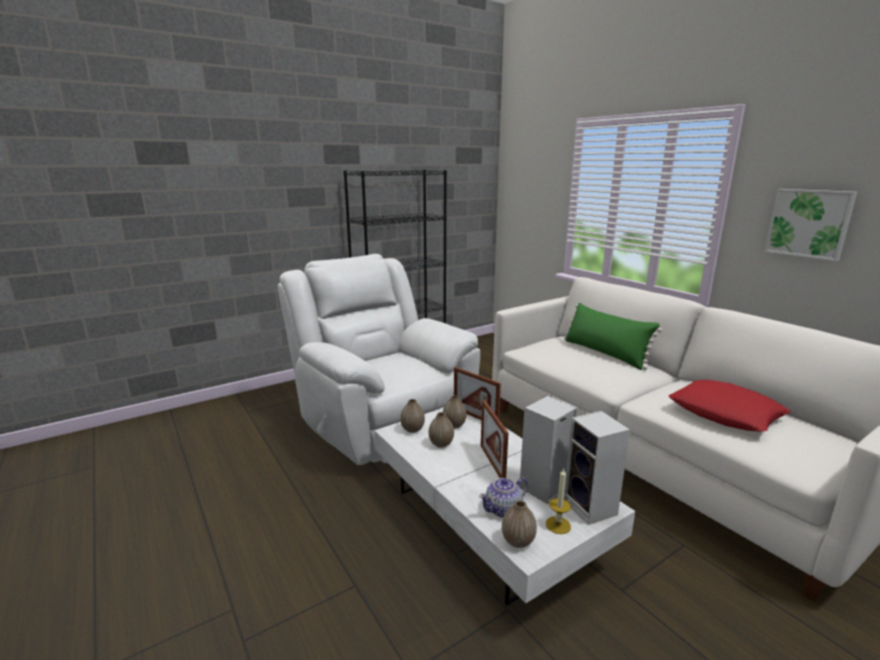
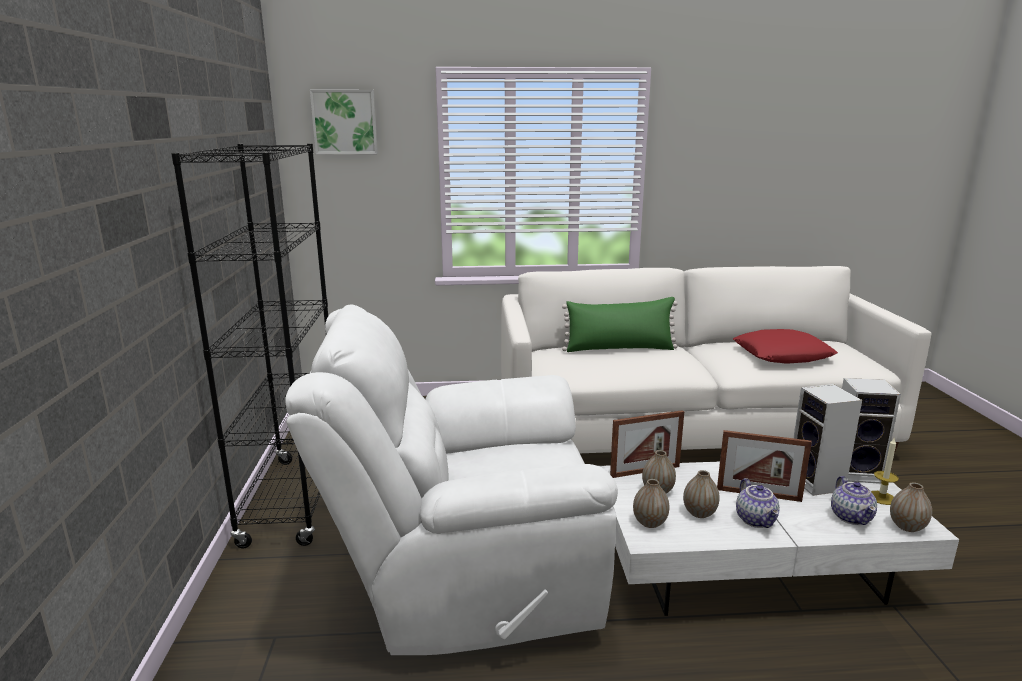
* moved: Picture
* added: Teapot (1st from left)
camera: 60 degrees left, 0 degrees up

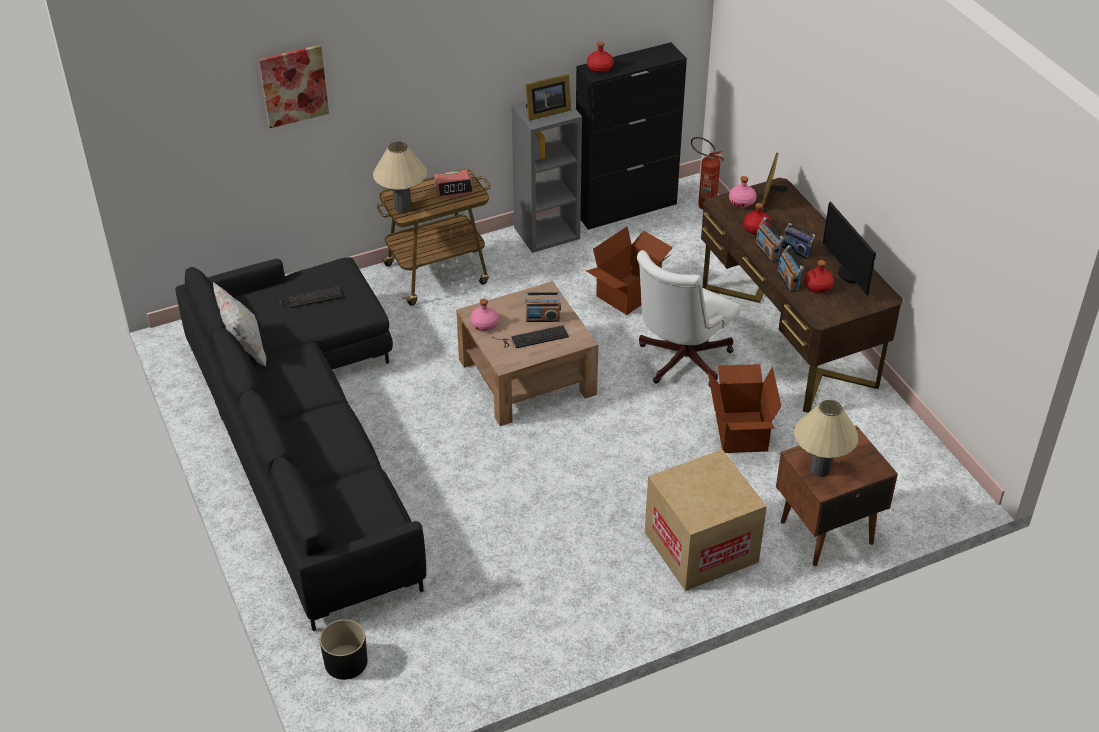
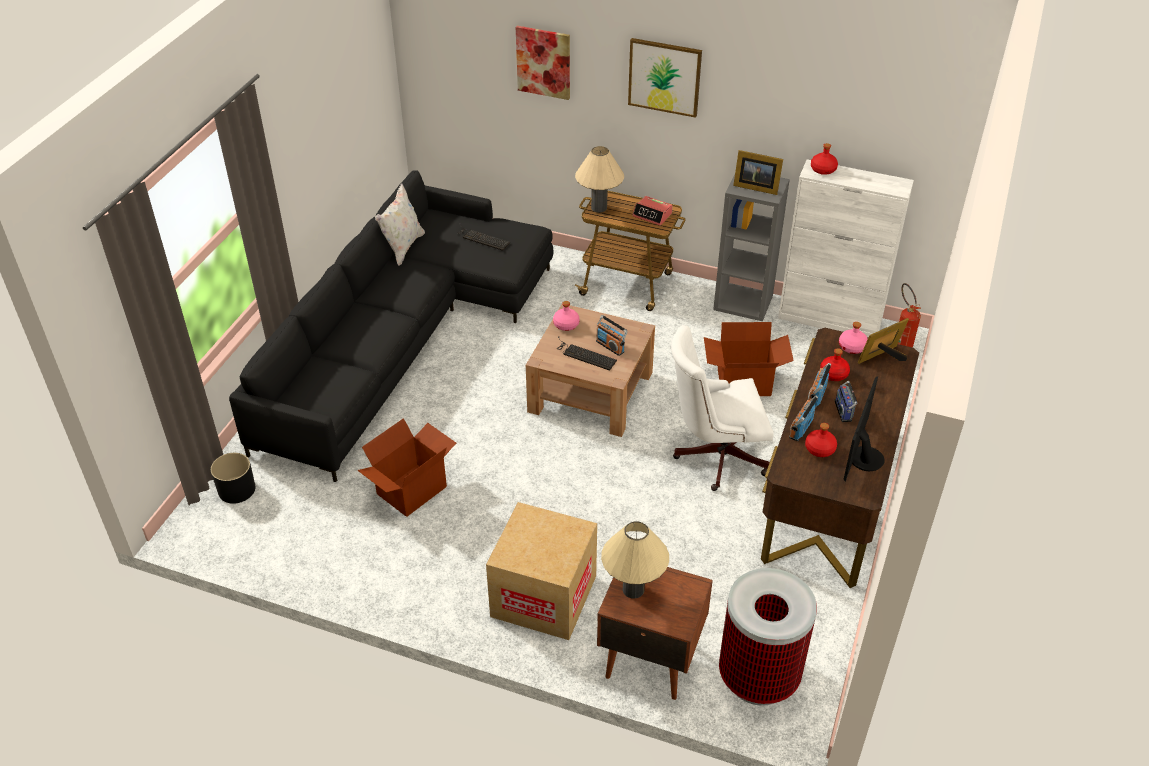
* recoloured: BlackCabinet to WhiteCabinet
* moved: CardboardBox (3rd from left in the first image) to CardboardBox (1st from left)
* added: Picture (2nd from left)
* added: TrashCan
camera: 45 degrees right, 0 degrees up

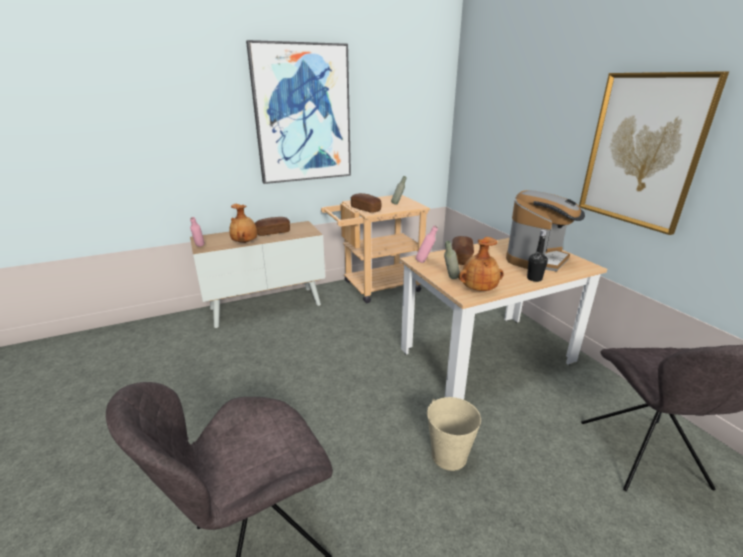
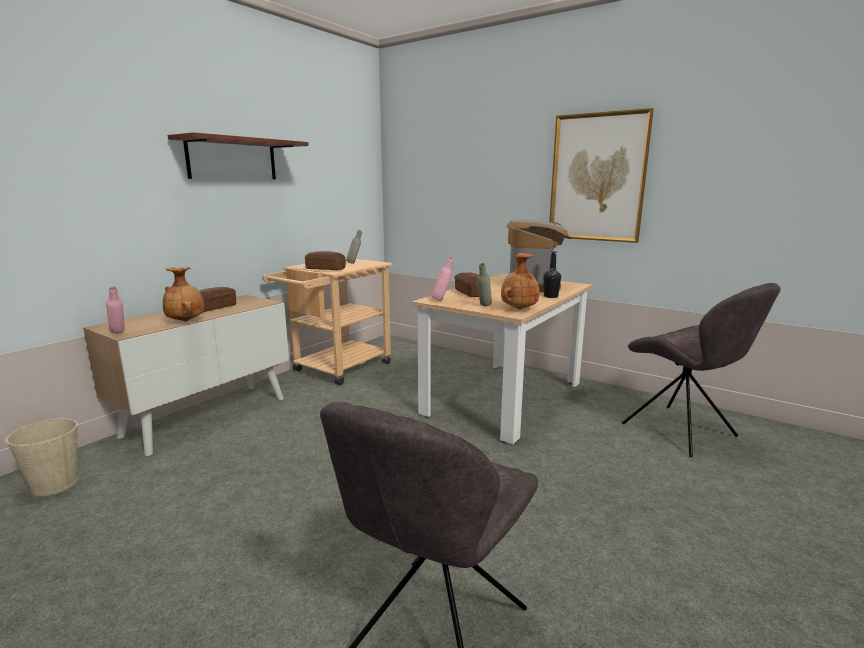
* replaced: Picture (1st from left) to Shelf
* moved: BeigeBucket
camera: 30 degrees left, 10 degrees down

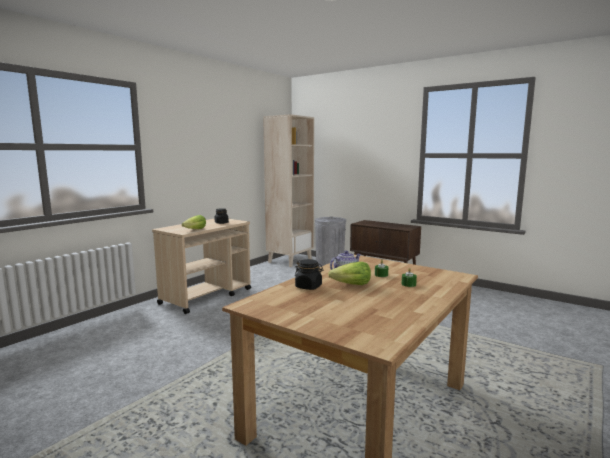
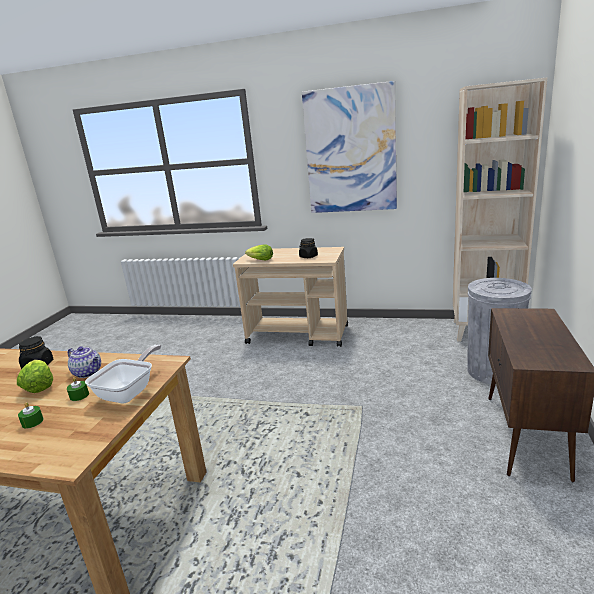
* added: FryingPan
* added: Picture
camera: 70 degrees right, 10 degrees up

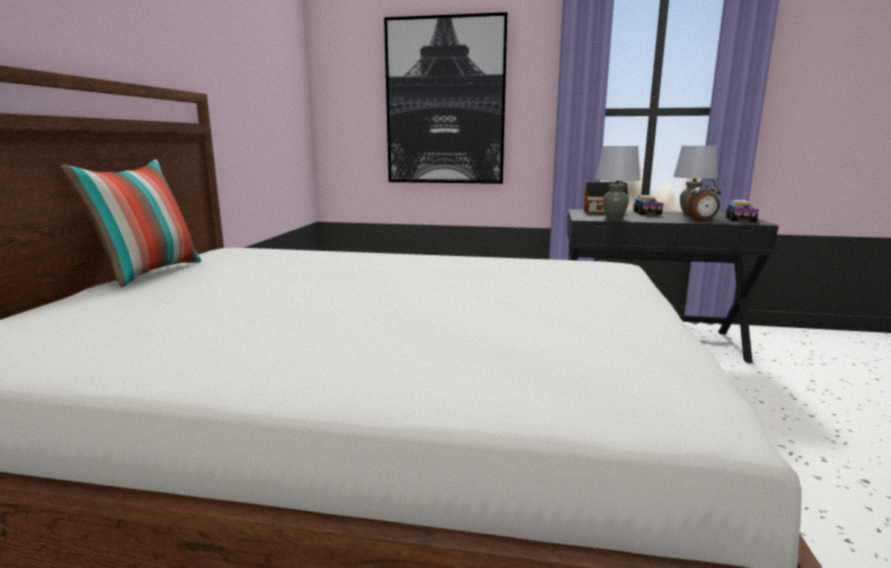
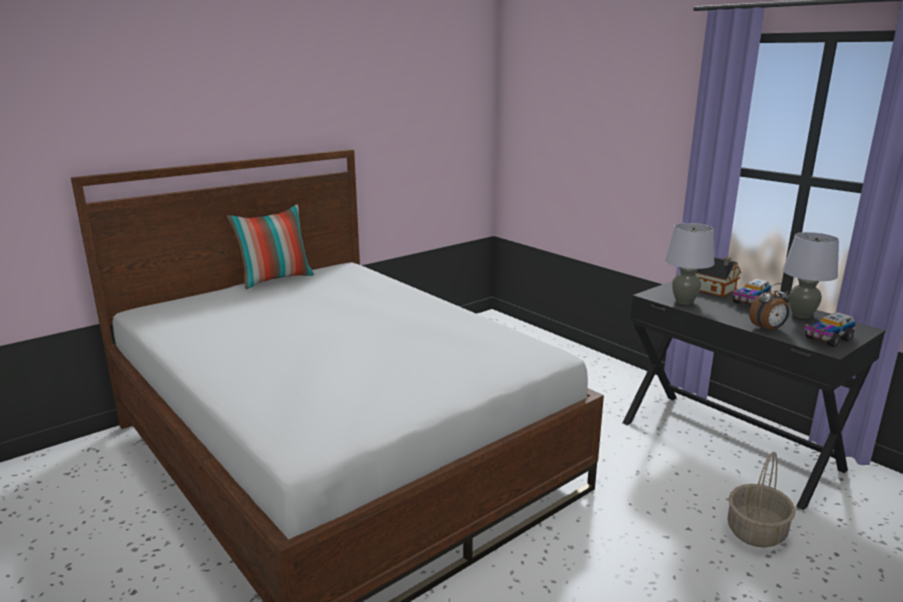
* removed: Picture
* turned: AlarmClock 60 degrees counterclockwise
* added: Basket
camera: 40 degrees right, 5 degrees up

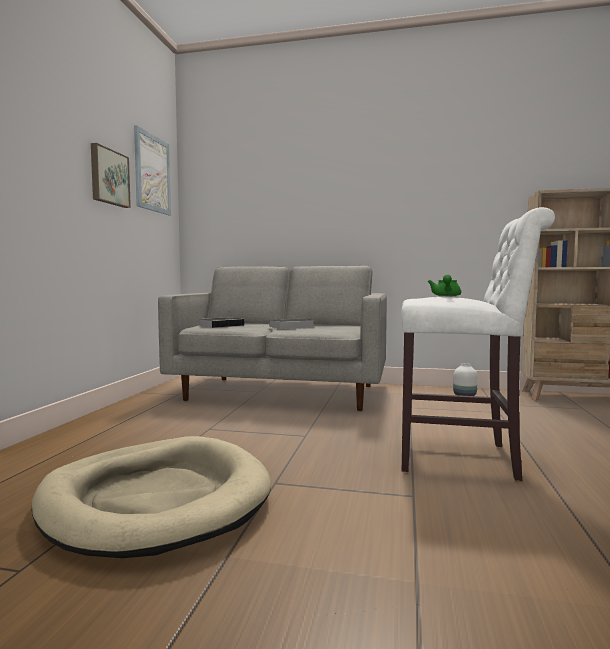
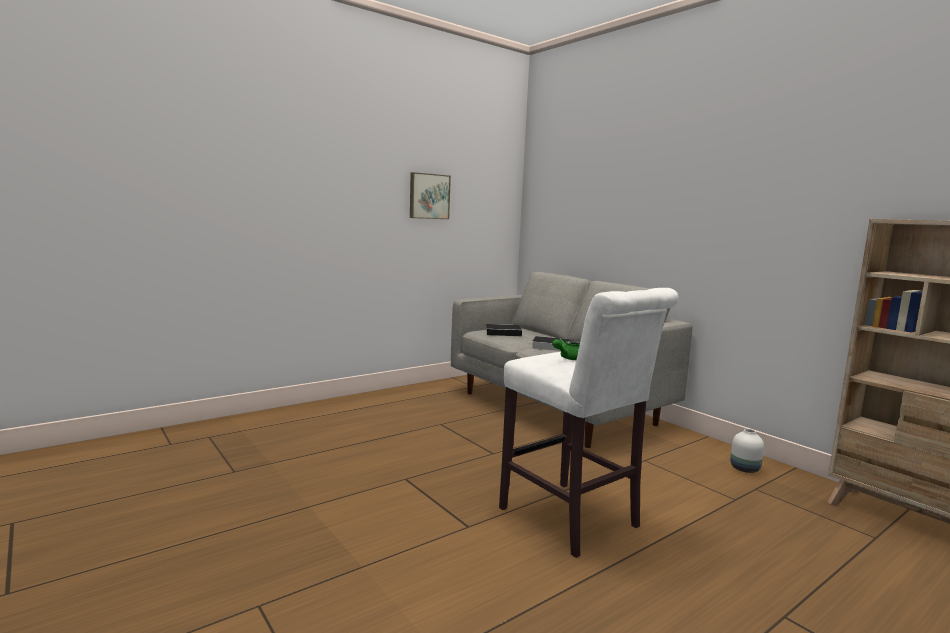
* removed: BeigeDogBed
* removed: Picture (2nd from left)
camera: 40 degrees right, 5 degrees up

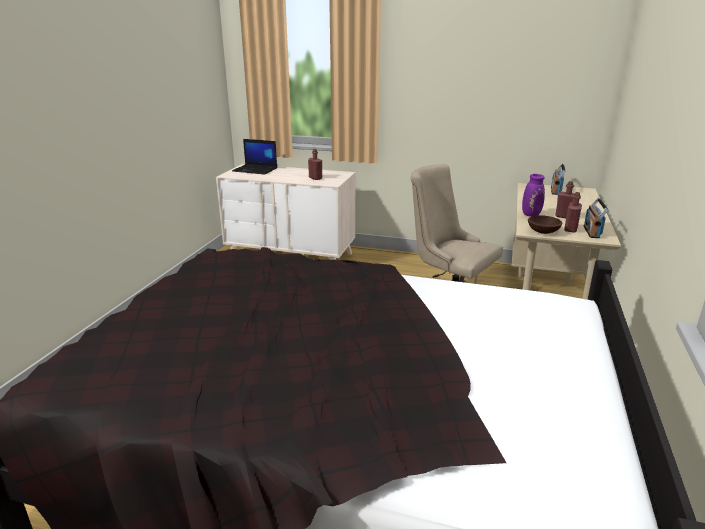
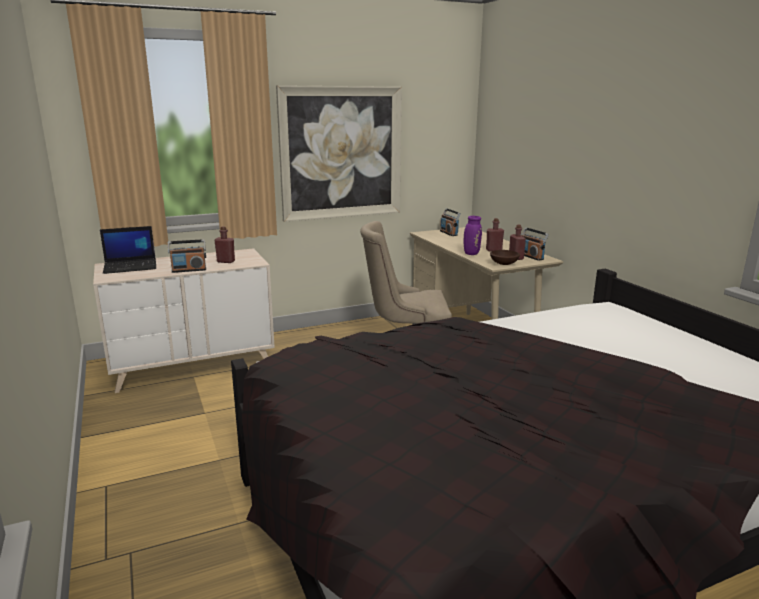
* added: Radio (1st from left)
* added: Picture
camera: 40 degrees left, 5 degrees down

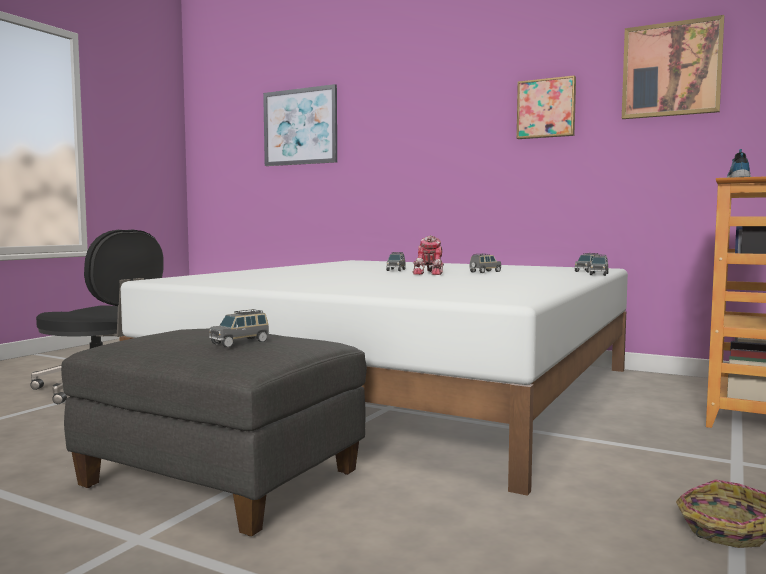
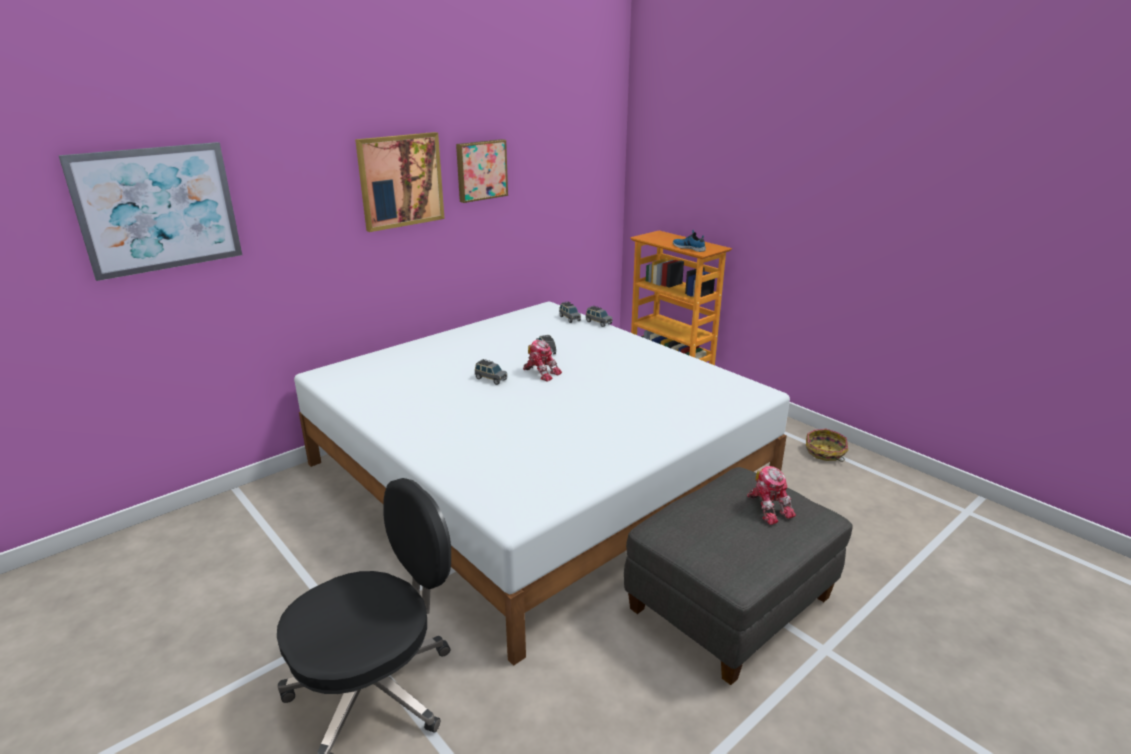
* replaced: GreyToyCar (1st from left) to ToyRobot (2nd from left)
* moved: Picture (3rd from left in the first image) to Picture (2nd from left)
camera: 70 degrees left, 20 degrees up

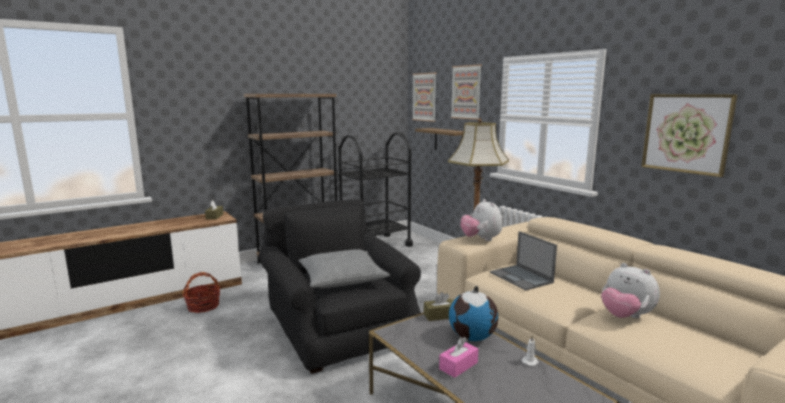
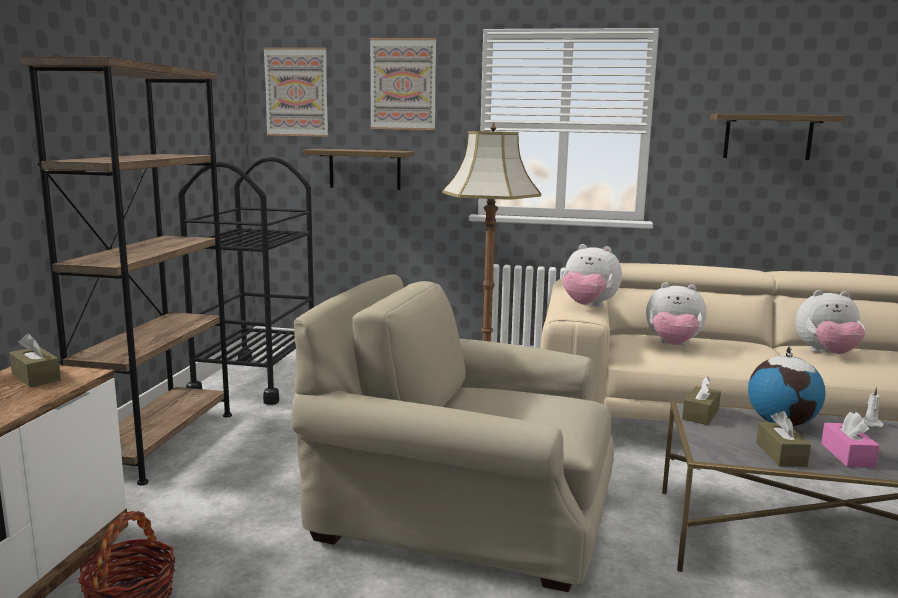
* recoloured: BlackArmchair to BeigeArmchair
* removed: GreyPillow
* replaced: Laptop to PlushToy (2nd from left)
* replaced: Picture (3rd from left) to Shelf (2nd from left)
* added: BrownTissueBox (3rd from left)
camera: 45 degrees left, 0 degrees up

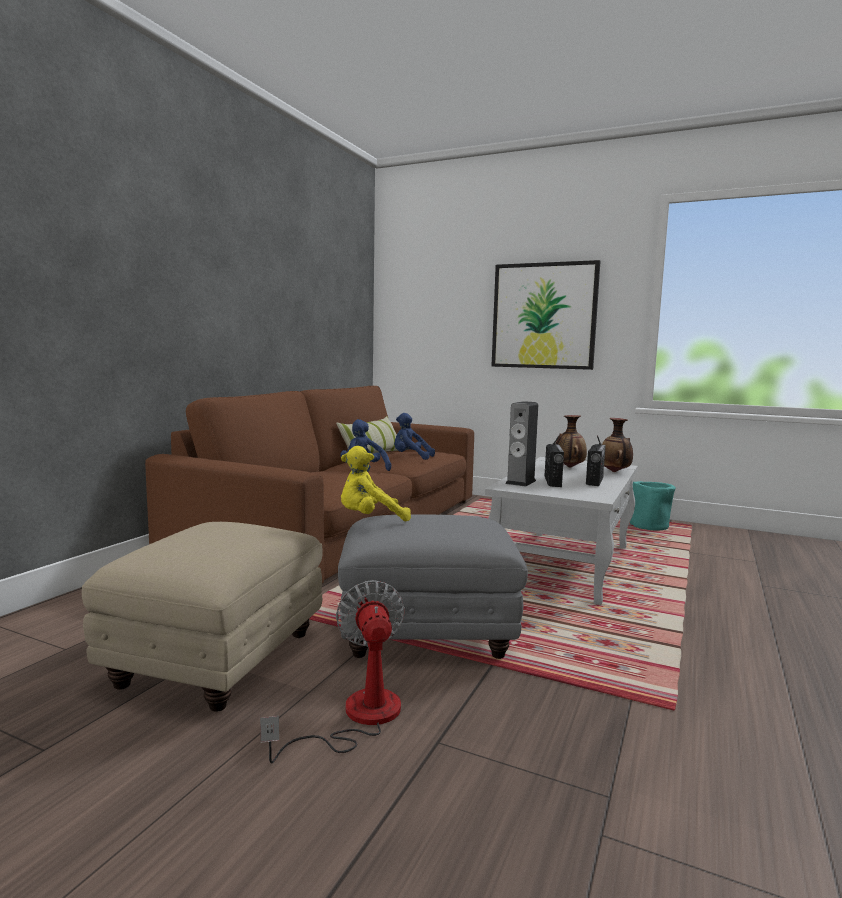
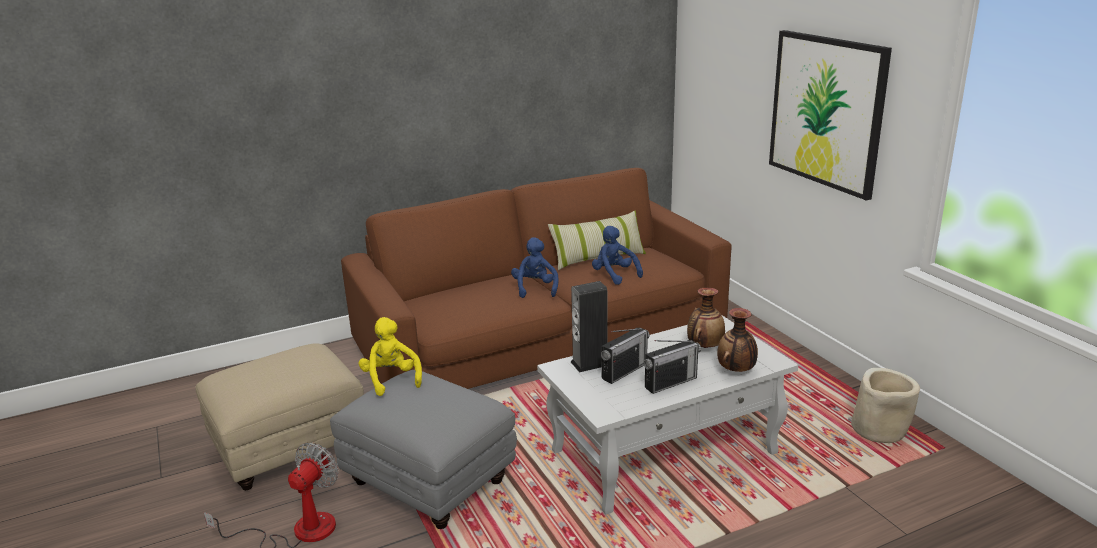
* turned: YellowPlushToy 45 degrees clockwise
* recoloured: TurquoisePlanter to BeigePlanter
camera: 40 degrees right, 15 degrees up

